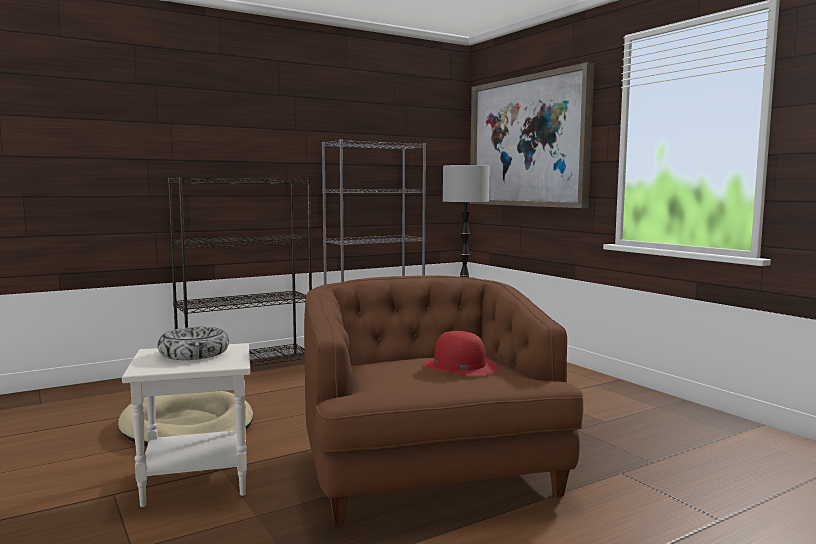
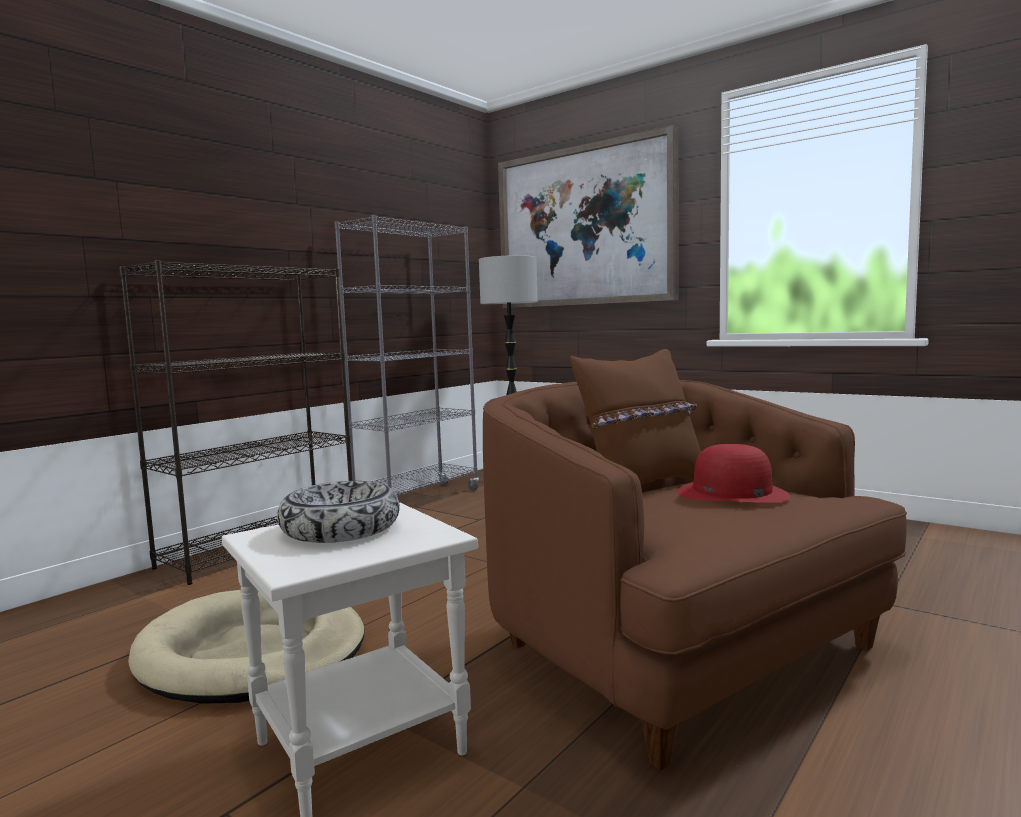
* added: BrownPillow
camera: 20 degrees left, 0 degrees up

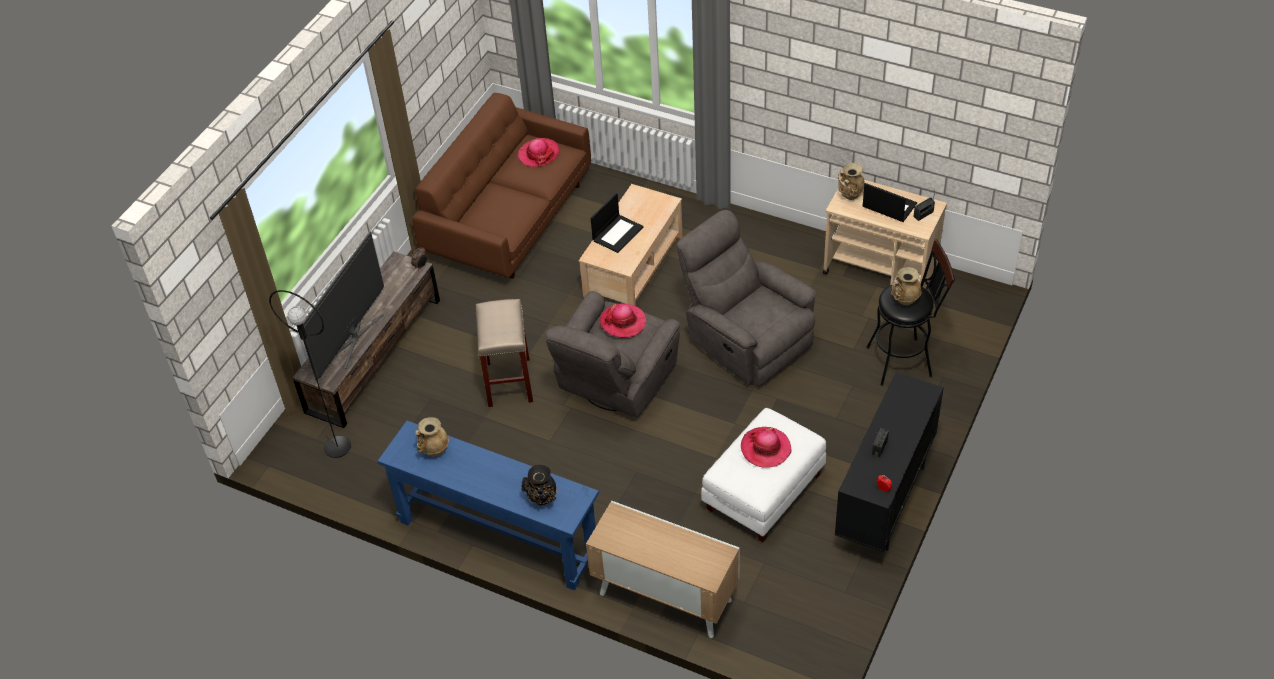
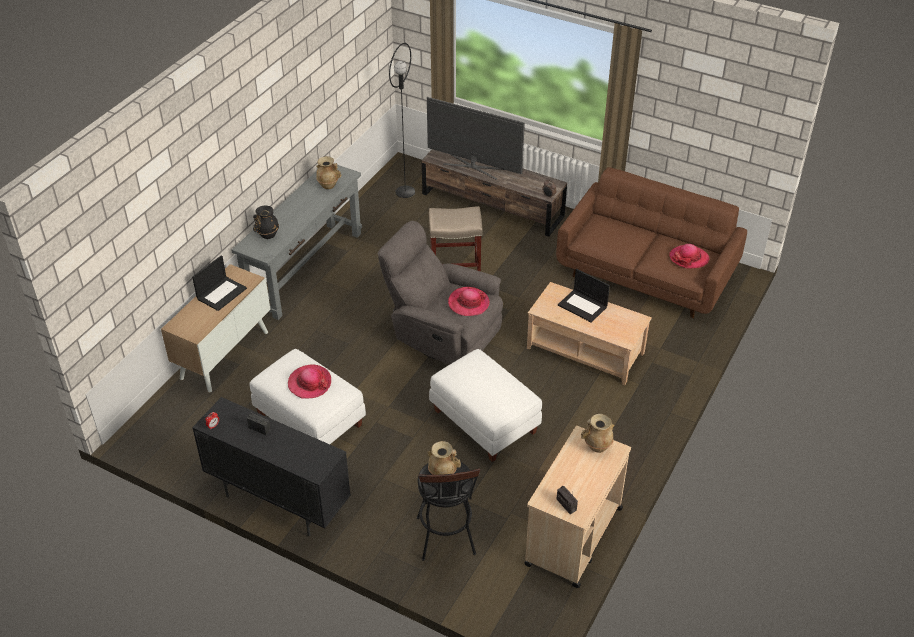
* recoloured: BlueConsoleTable to GreyConsoleTable
* replaced: GreyArmchair (2nd from left) to WhiteOttoman (2nd from left)
* moved: Laptop (2nd from left in the first image) to Laptop (1st from left)
camera: 90 degrees right, 5 degrees down

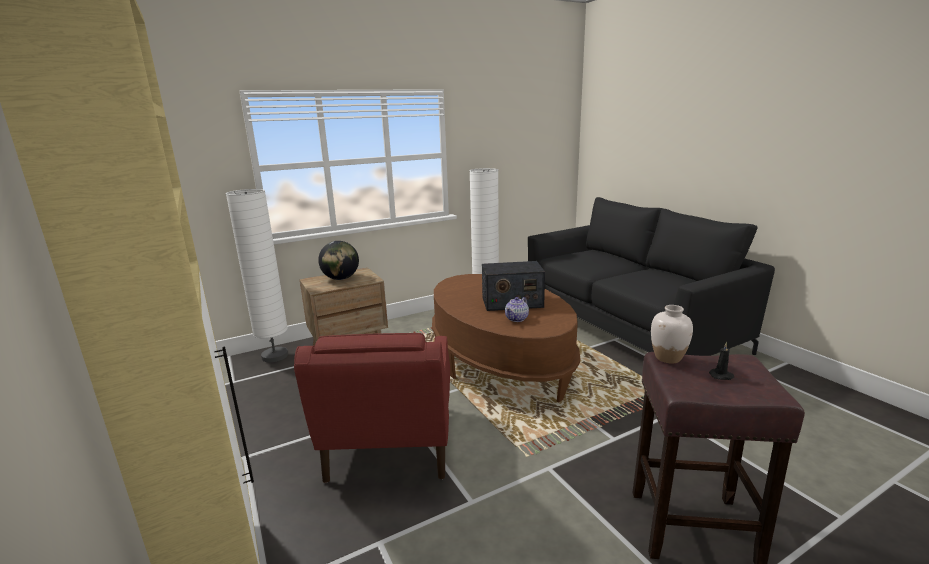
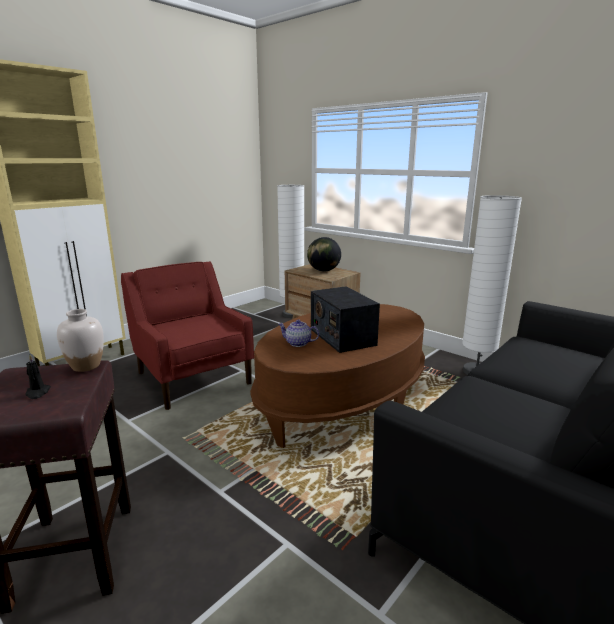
* turned: RedArmchair 75 degrees clockwise
camera: 70 degrees right, 0 degrees up

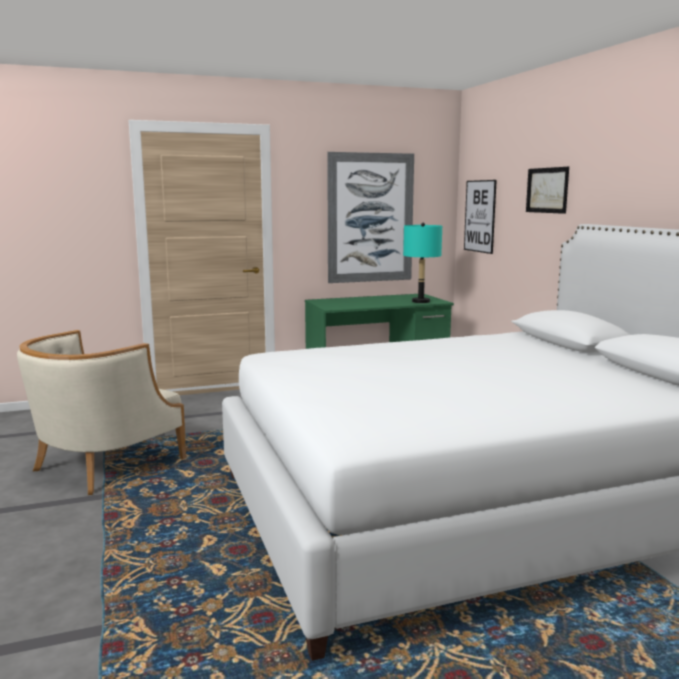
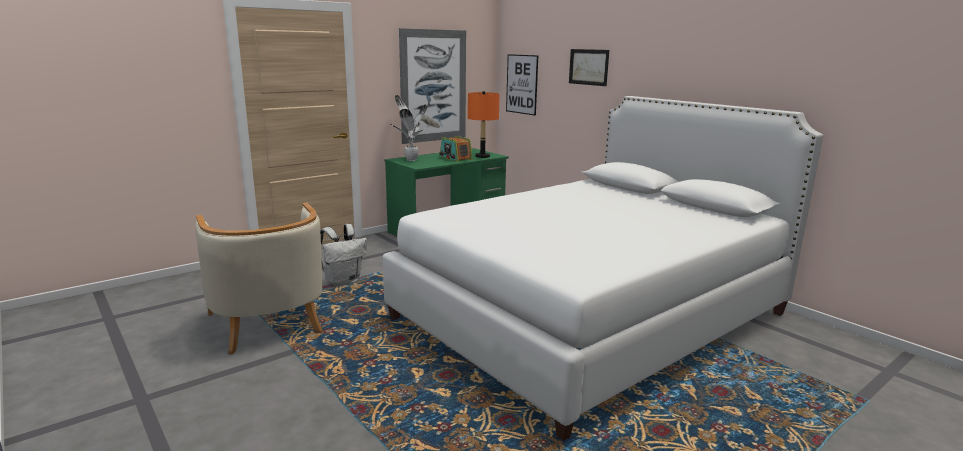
* turned: BeigeArmchair 45 degrees counterclockwise
* recoloured: TurquoiseTableLamp to OrangeTableLamp
* added: WhiteBackpack
* added: PottedPlant
* added: Radio
camera: 20 degrees left, 5 degrees up

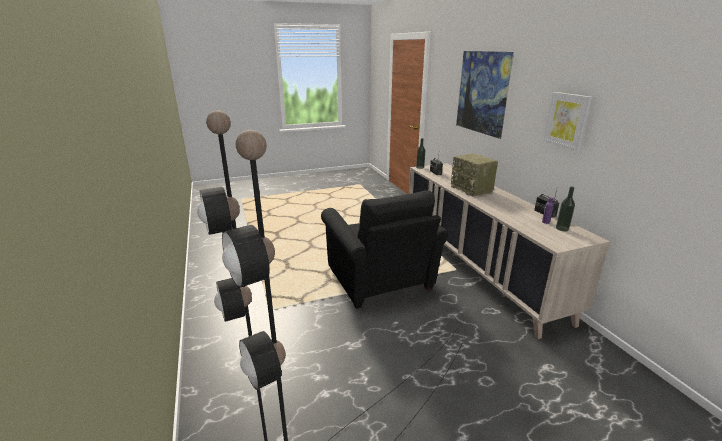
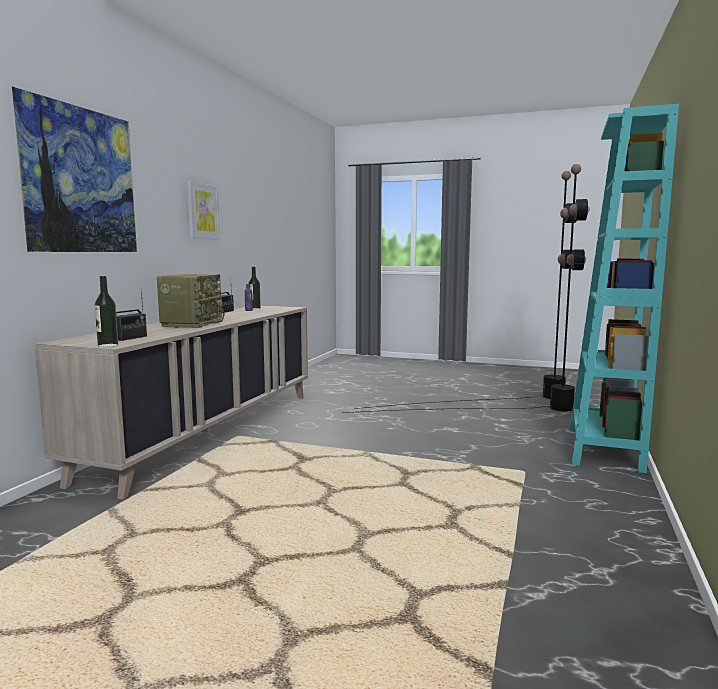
* removed: BlackArmchair
* added: TurquoiseBookcase
camera: 140 degrees left, 15 degrees down

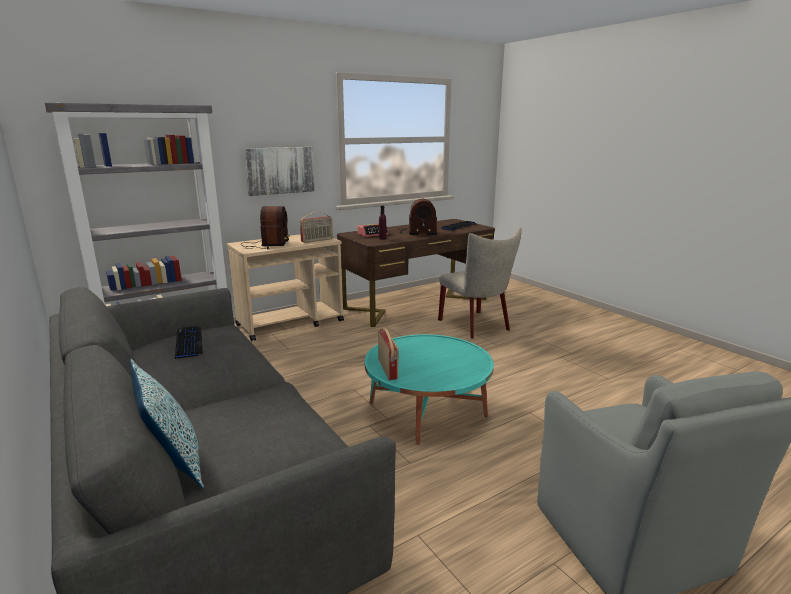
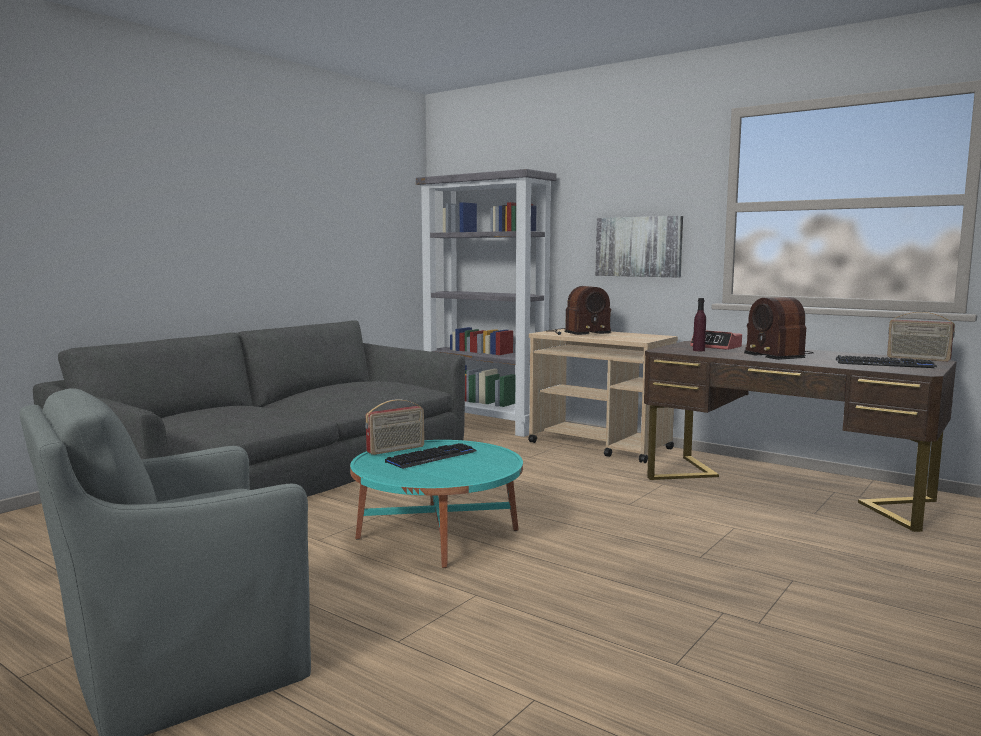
* removed: Pillow
* moved: Keyboard (1st from left)
* moved: Radio (2nd from left in the first image) to Radio (4th from left)
* removed: BeigeChair
camera: 70 degrees right, 10 degrees down

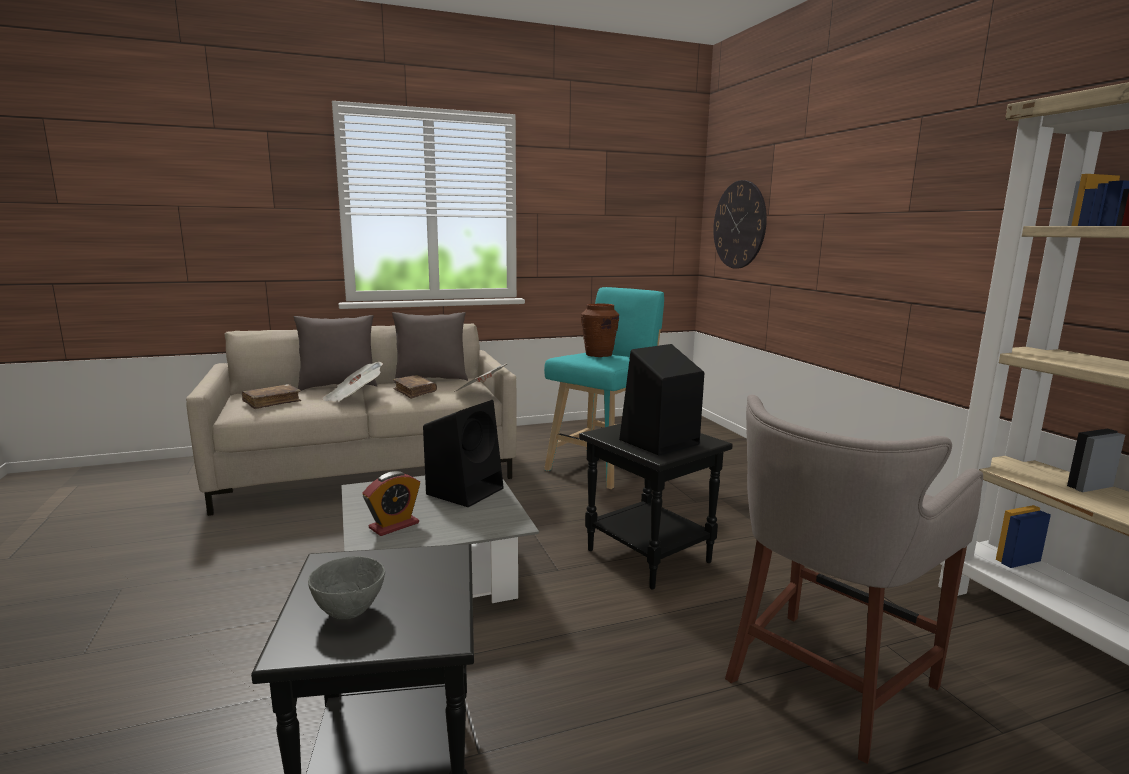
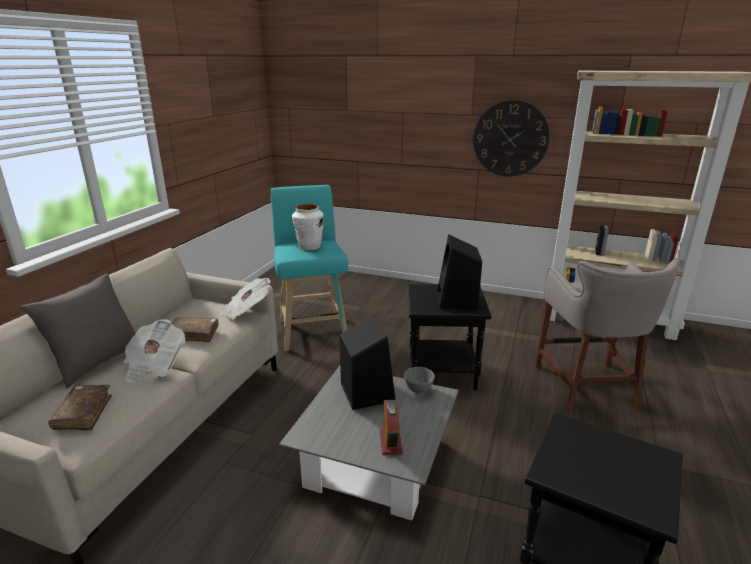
* moved: GreyBowl
* removed: GreyPillow (2nd from left)
* recoloured: BrownVase to WhiteVase
* moved: WallClock
camera: 50 degrees left, 10 degrees up

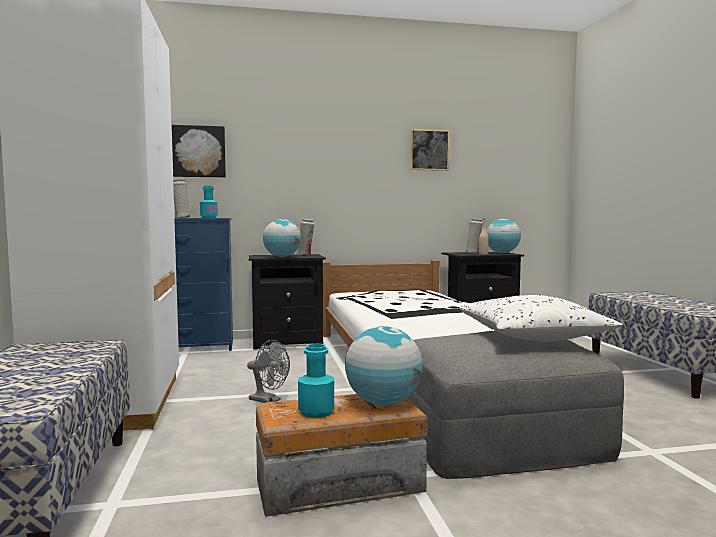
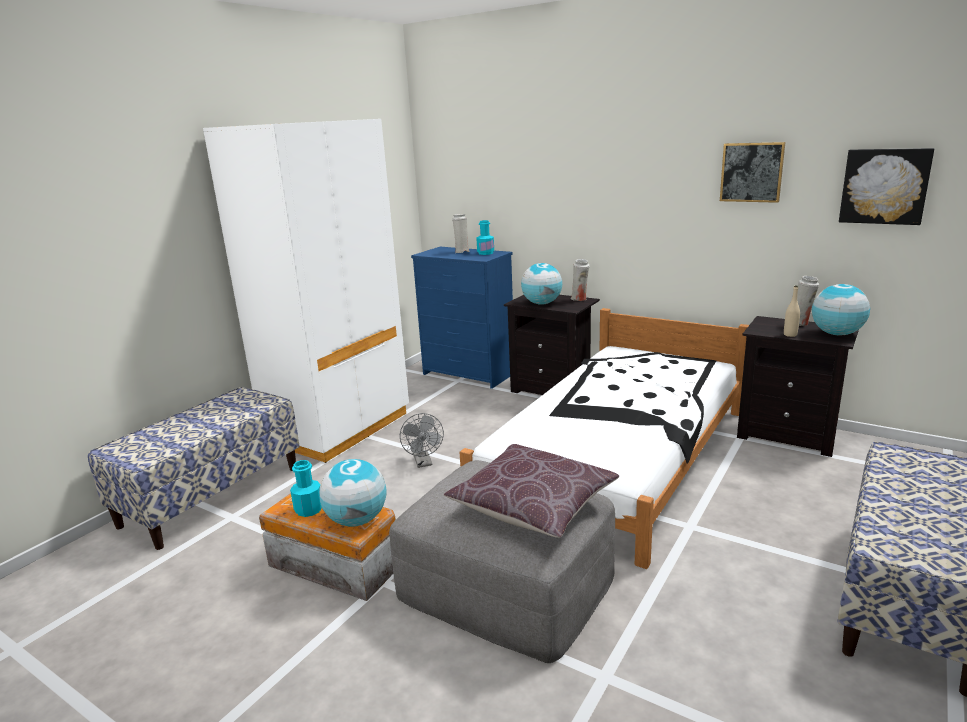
* moved: Picture (1st from left in the first image) to Picture (2nd from left)
* recoloured: WhitePillow to BrownPillow
camera: 45 degrees right, 15 degrees up

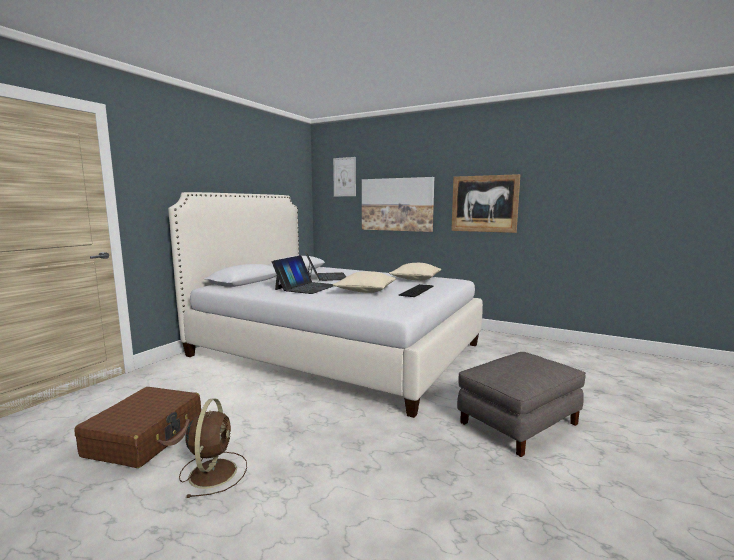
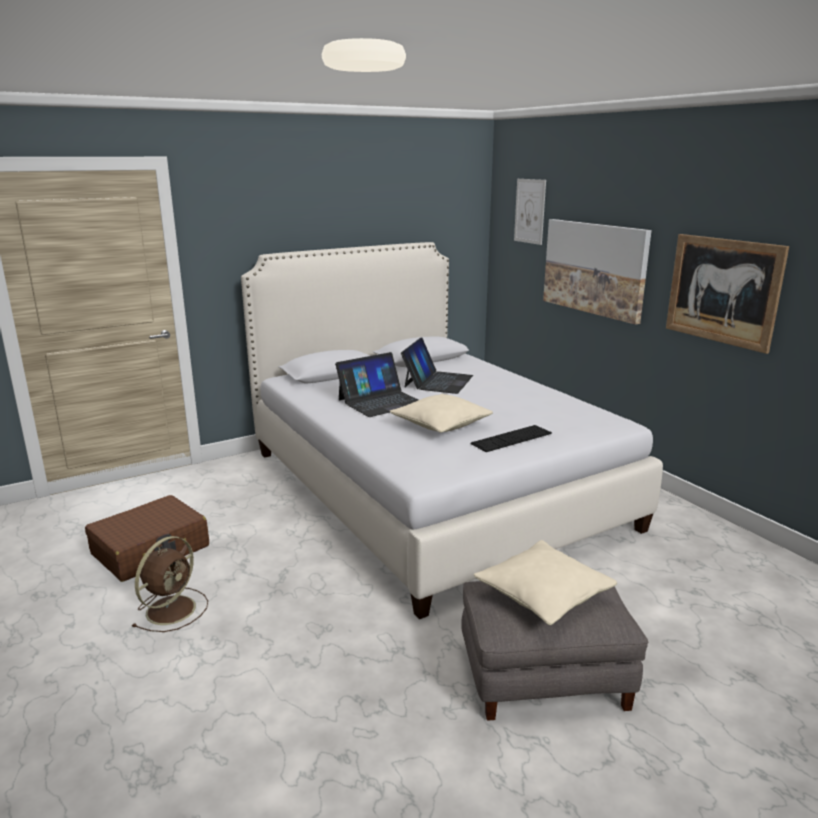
* moved: BeigePillow (2nd from left)
camera: 30 degrees right, 10 degrees up

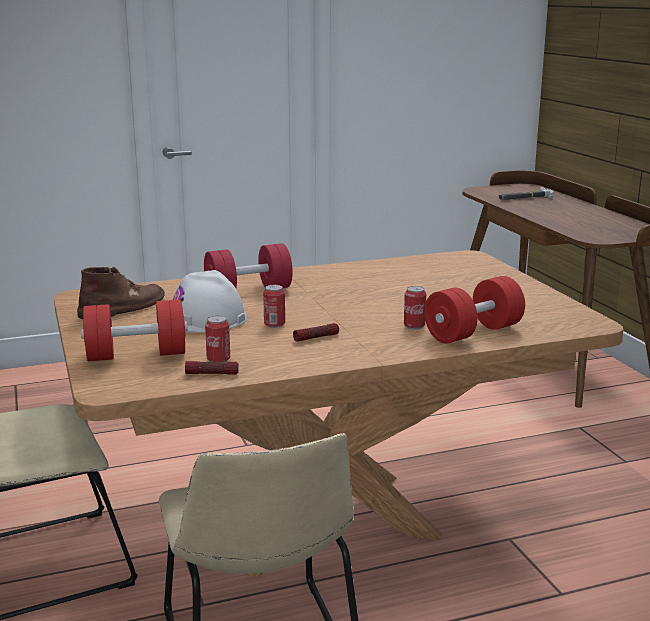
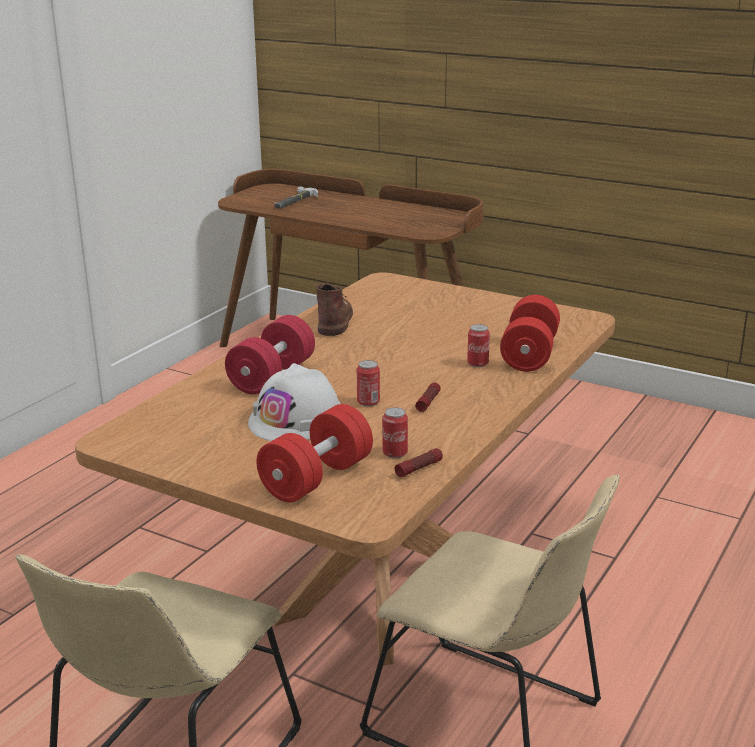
* moved: BrownBoot
camera: 40 degrees left, 5 degrees up

